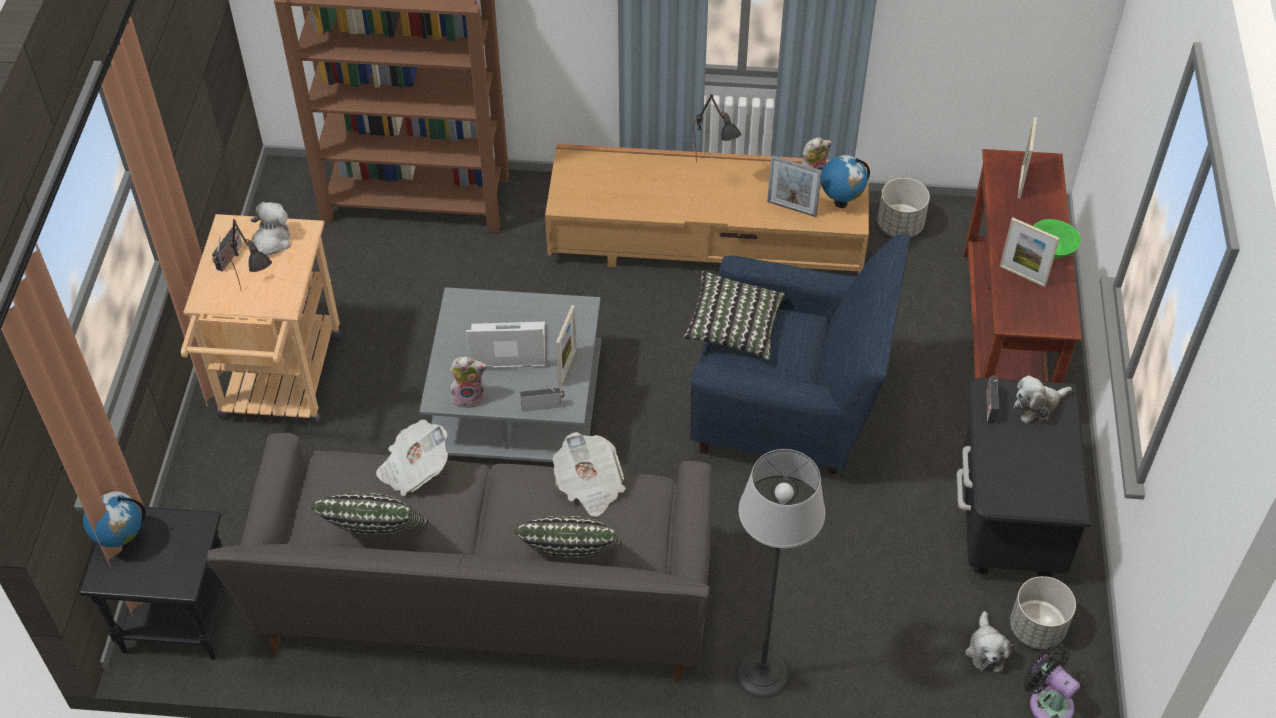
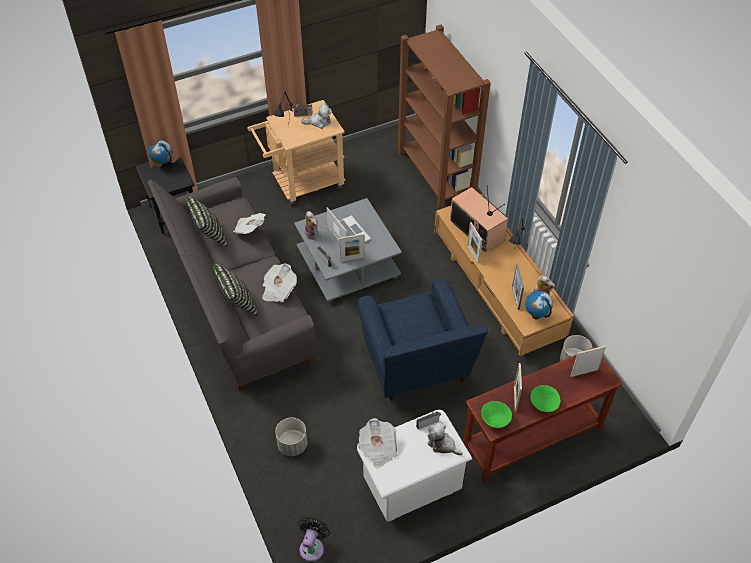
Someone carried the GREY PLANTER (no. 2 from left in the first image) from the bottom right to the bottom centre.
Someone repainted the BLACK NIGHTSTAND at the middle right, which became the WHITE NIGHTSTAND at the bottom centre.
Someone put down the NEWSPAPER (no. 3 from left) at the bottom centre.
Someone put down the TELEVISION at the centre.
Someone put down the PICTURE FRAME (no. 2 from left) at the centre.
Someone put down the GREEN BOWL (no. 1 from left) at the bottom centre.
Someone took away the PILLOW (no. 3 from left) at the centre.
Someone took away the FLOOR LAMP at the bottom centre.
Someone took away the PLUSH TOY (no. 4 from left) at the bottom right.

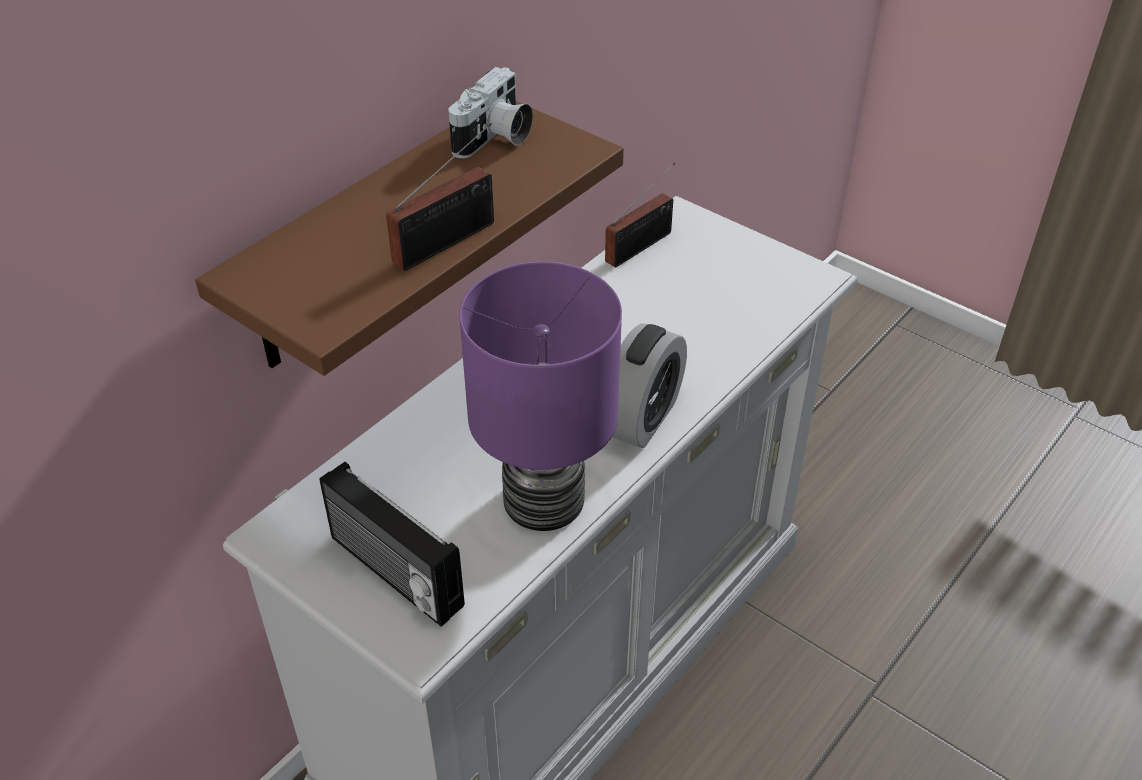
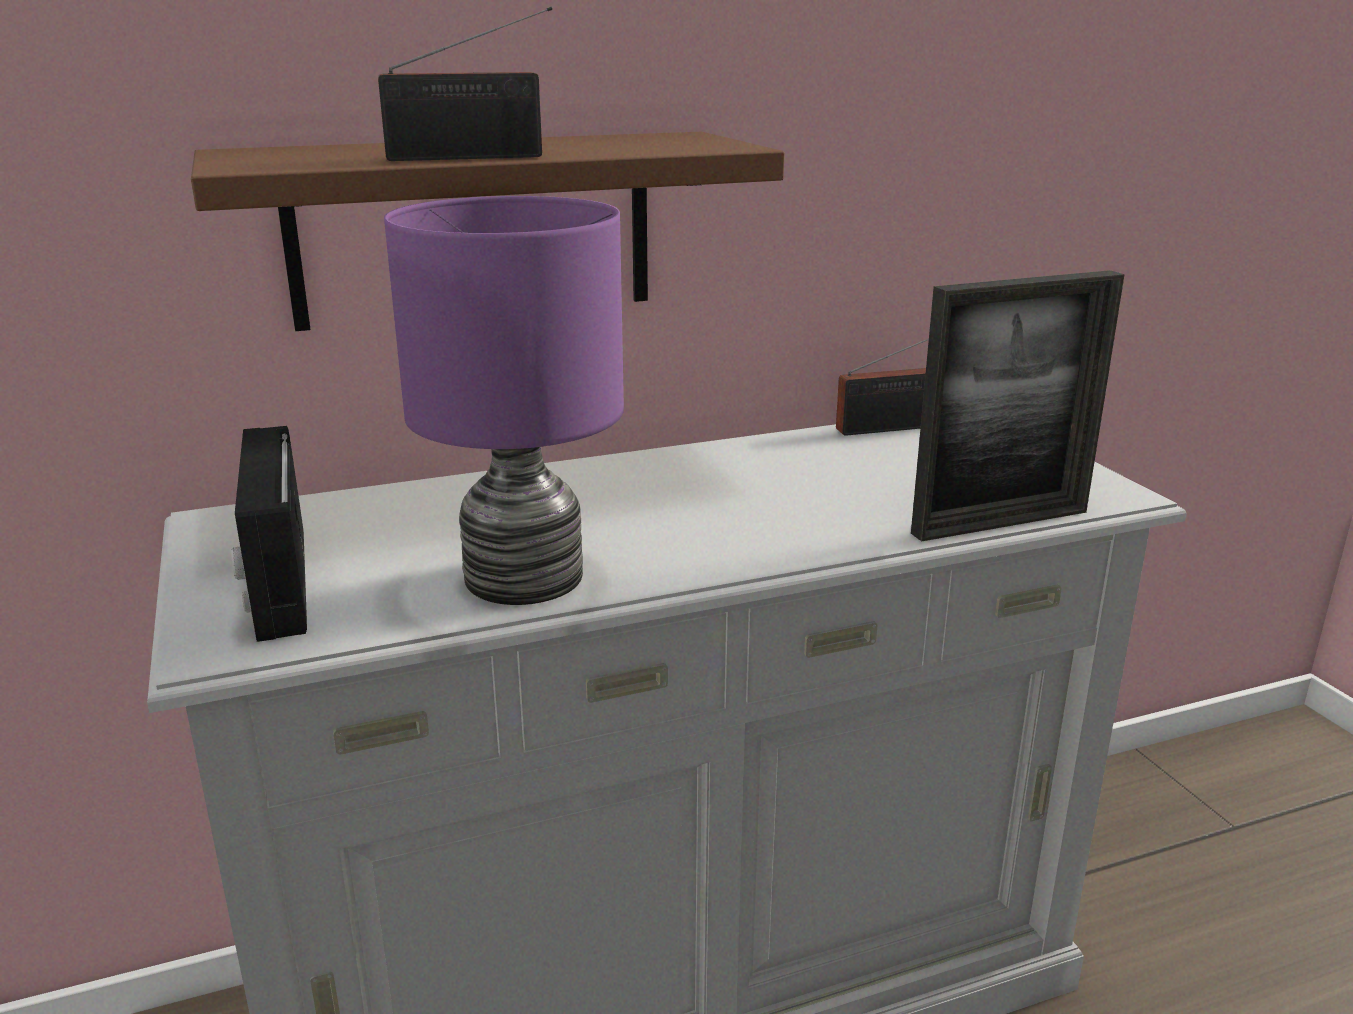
Someone put down the PICTURE FRAME at the middle right.
Someone took away the PHOTO CAMERA at the top centre.
Someone took away the ALARM CLOCK at the centre.

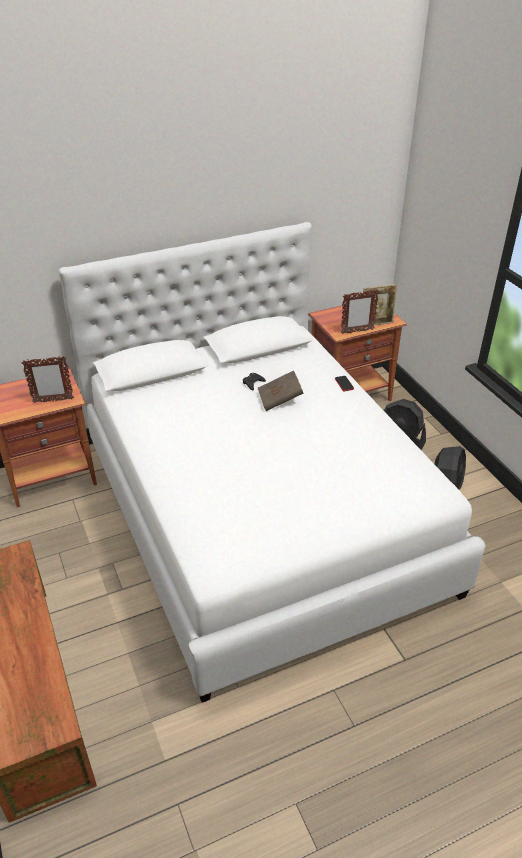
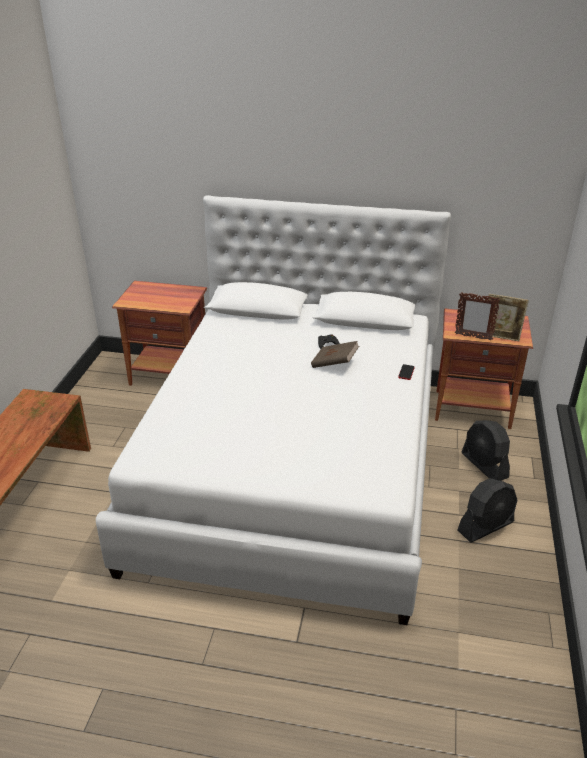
Someone took away the PICTURE FRAME (no. 1 from left) at the middle left.

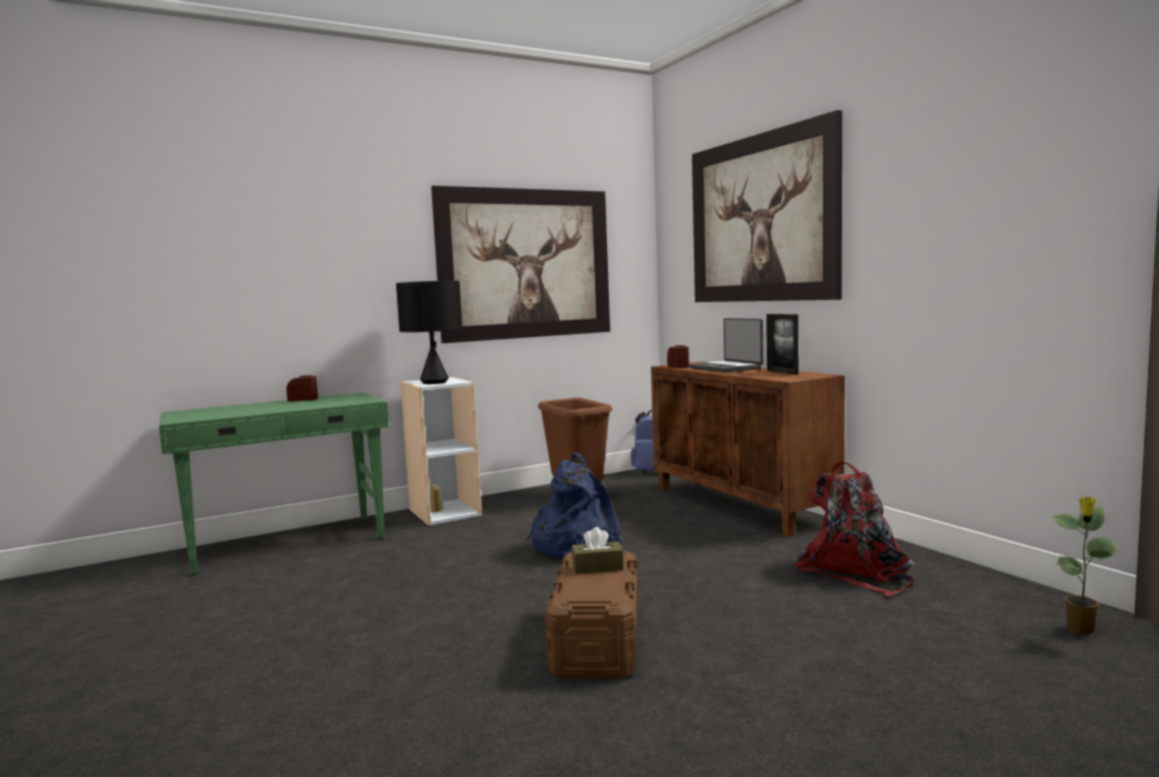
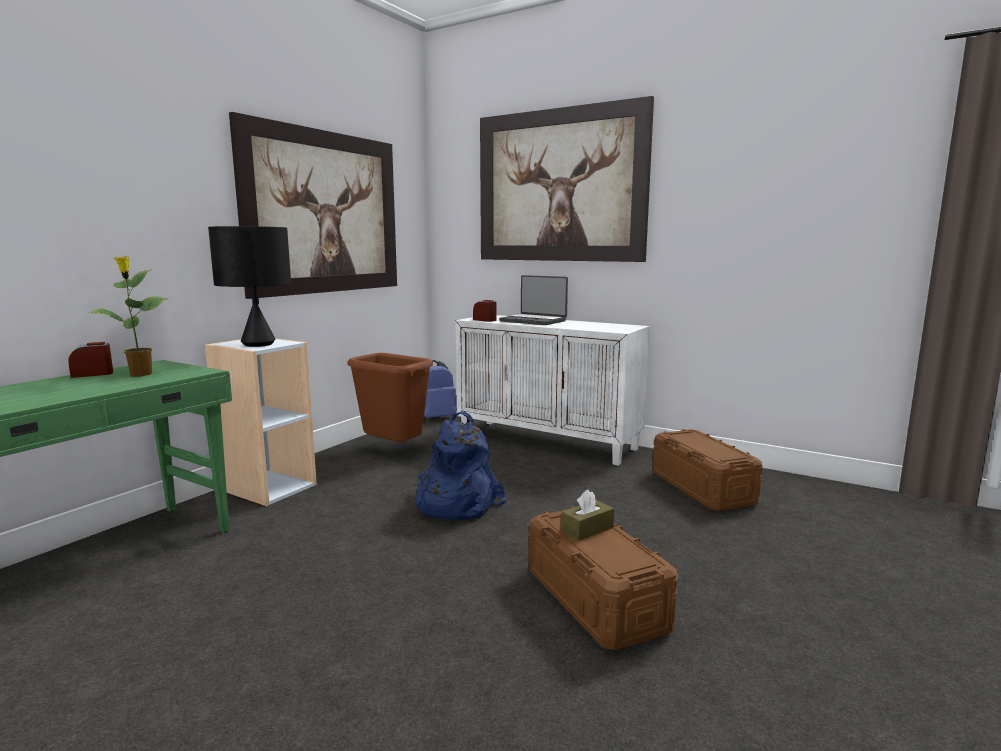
Someone carried the POTTED PLANT from the bottom right to the middle left.
Someone repainted the BROWN CABINET at the centre, which became the WHITE CABINET at the centre.
Someone swapped the RED BACKPACK at the bottom right for the BROWN STORAGE BOX (no. 2 from left) at the middle right.
Someone took away the PICTURE FRAME at the middle right.

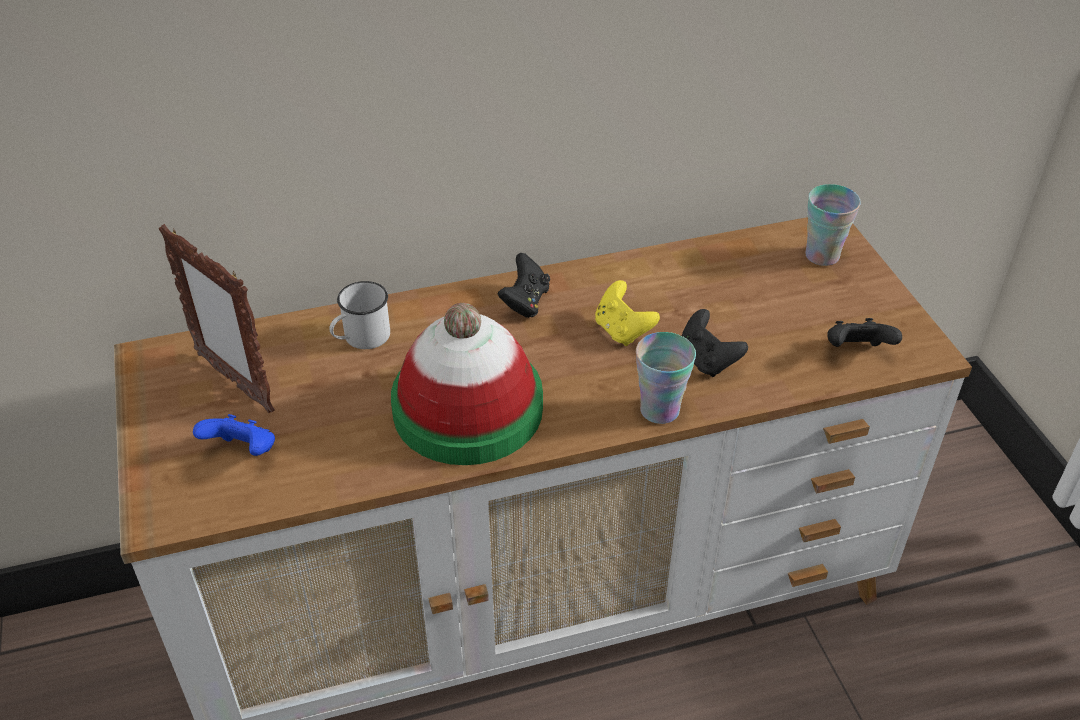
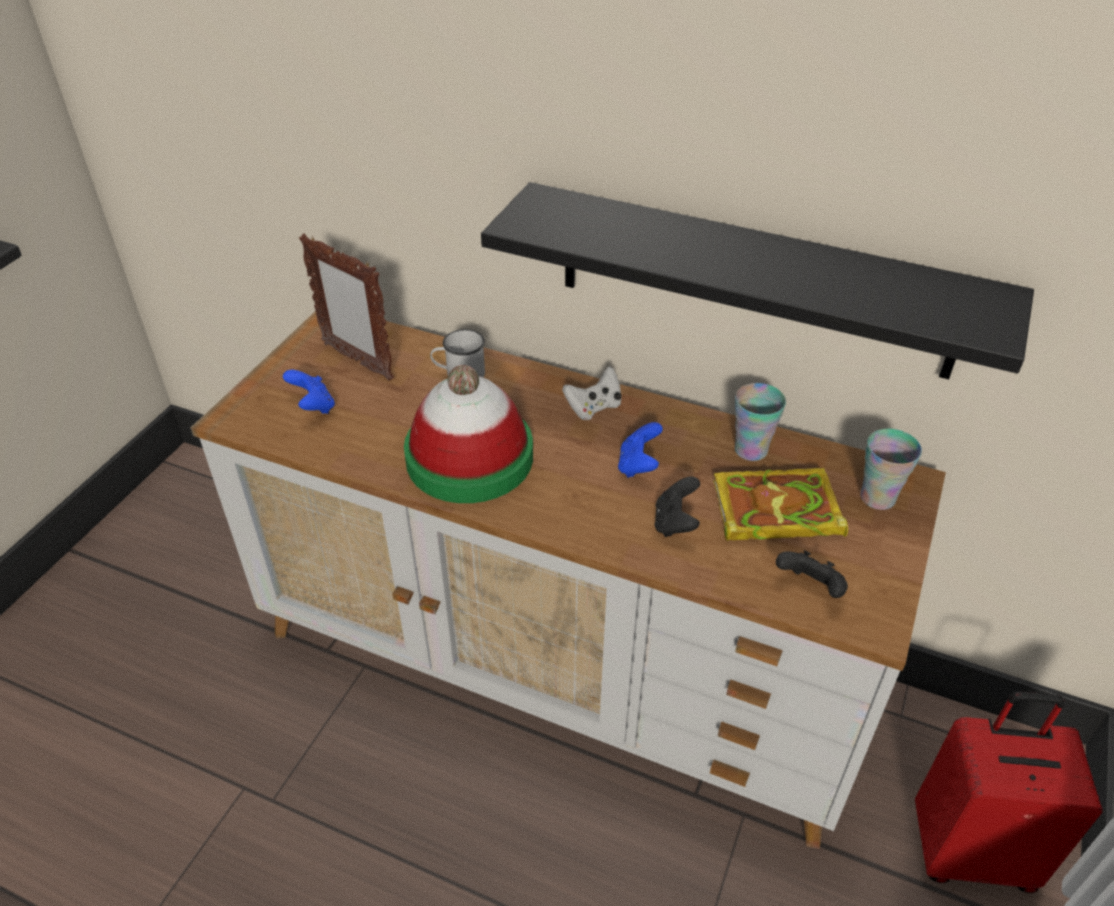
Someone rotated the PICTURE FRAME at the middle left by 45 degrees counterclockwise.
Someone put up the BLACK SHELF at the top right.
Someone repainted the BLACK GAME CONTROLLER (no. 1 from left) at the centre, which became the WHITE GAME CONTROLLER at the centre.
Someone repainted the YELLOW GAME CONTROLLER at the centre, which became the BLUE GAME CONTROLLER (no. 2 from left) at the centre.
Someone put down the BOOK at the middle right.
Someone carried the CUP (no. 1 from left) from the centre to the middle right.
Someone put down the RED SUITCASE at the bottom right.

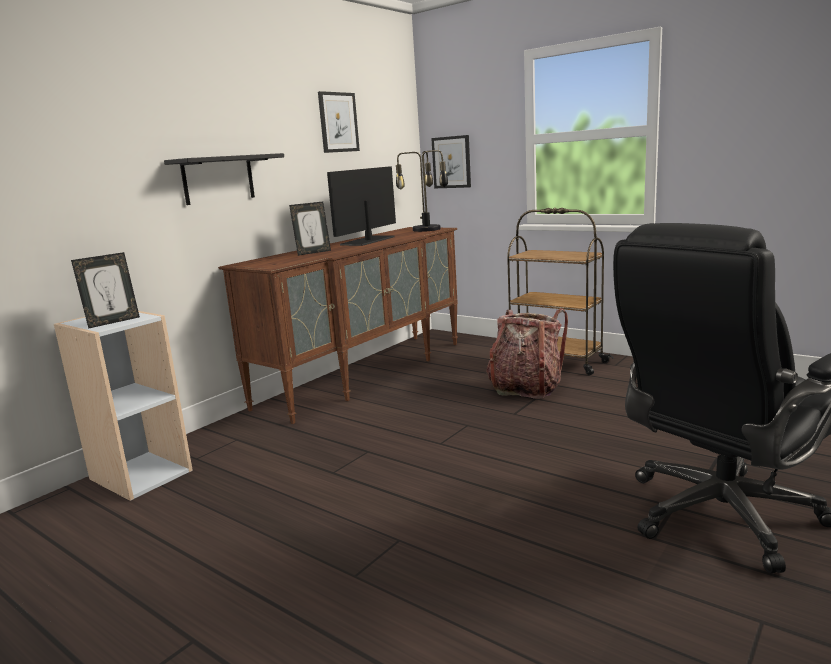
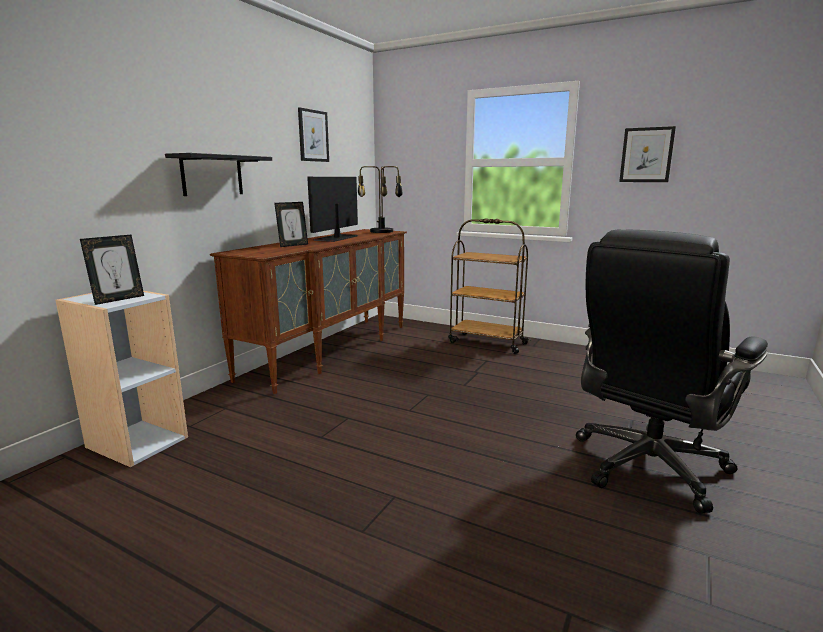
Someone carried the PICTURE (no. 2 from left) from the top centre to the top right.
Someone took away the BACKPACK at the centre.

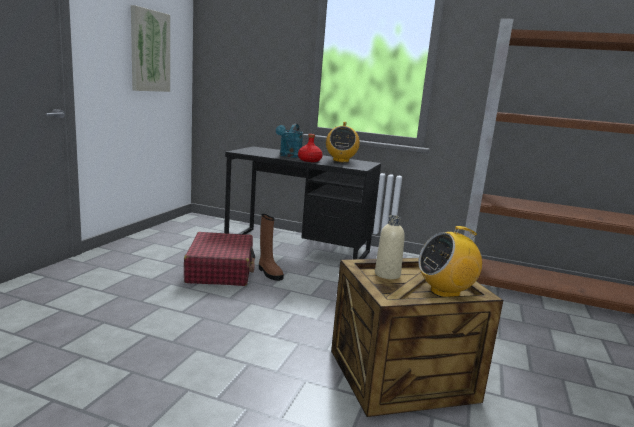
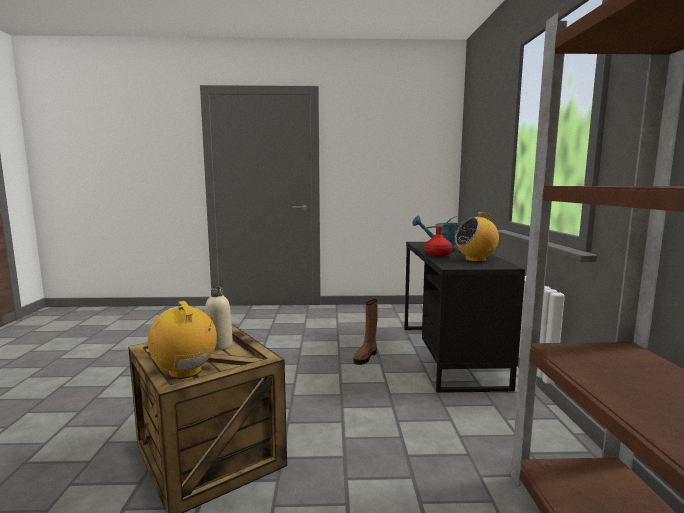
Someone took away the PICTURE at the top left.
Someone took away the RED SUITCASE at the centre.

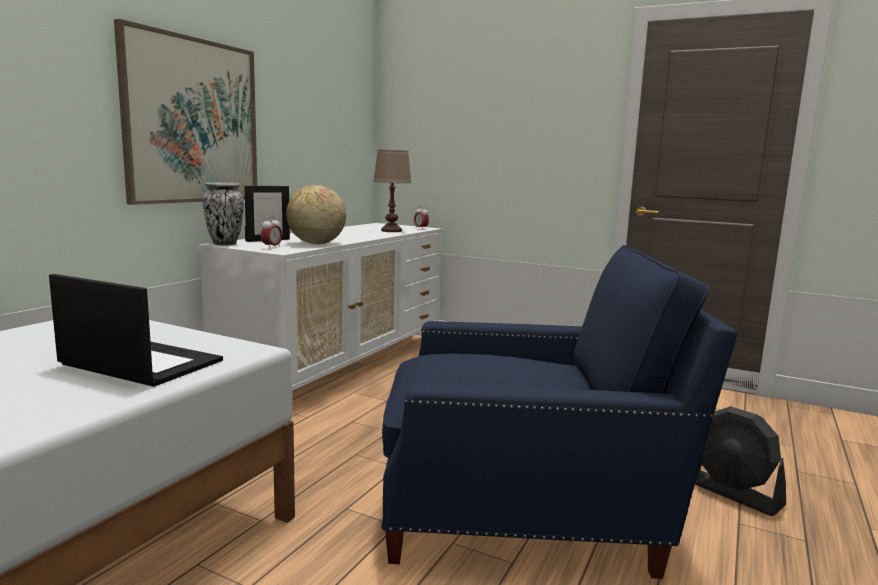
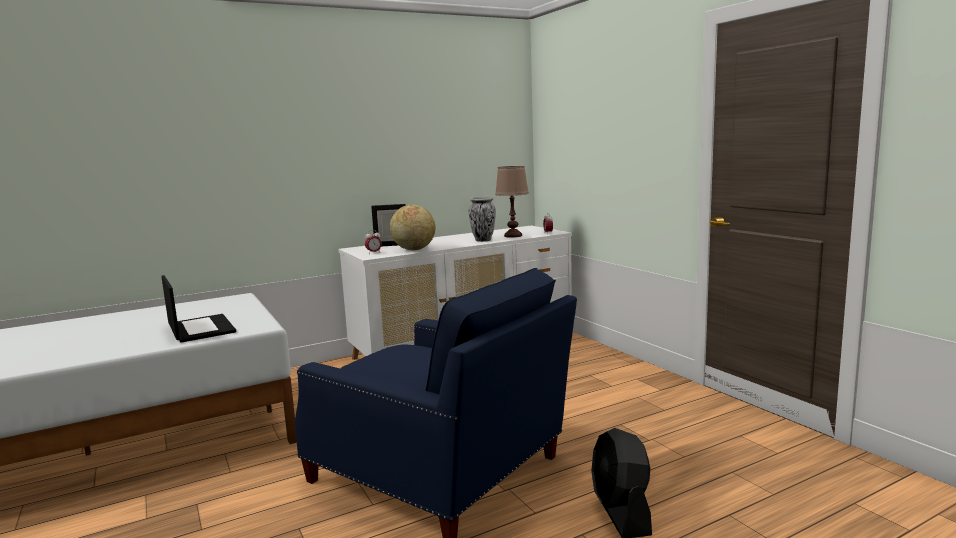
Someone carried the VASE from the middle left to the centre.
Someone took away the PICTURE at the top left.

